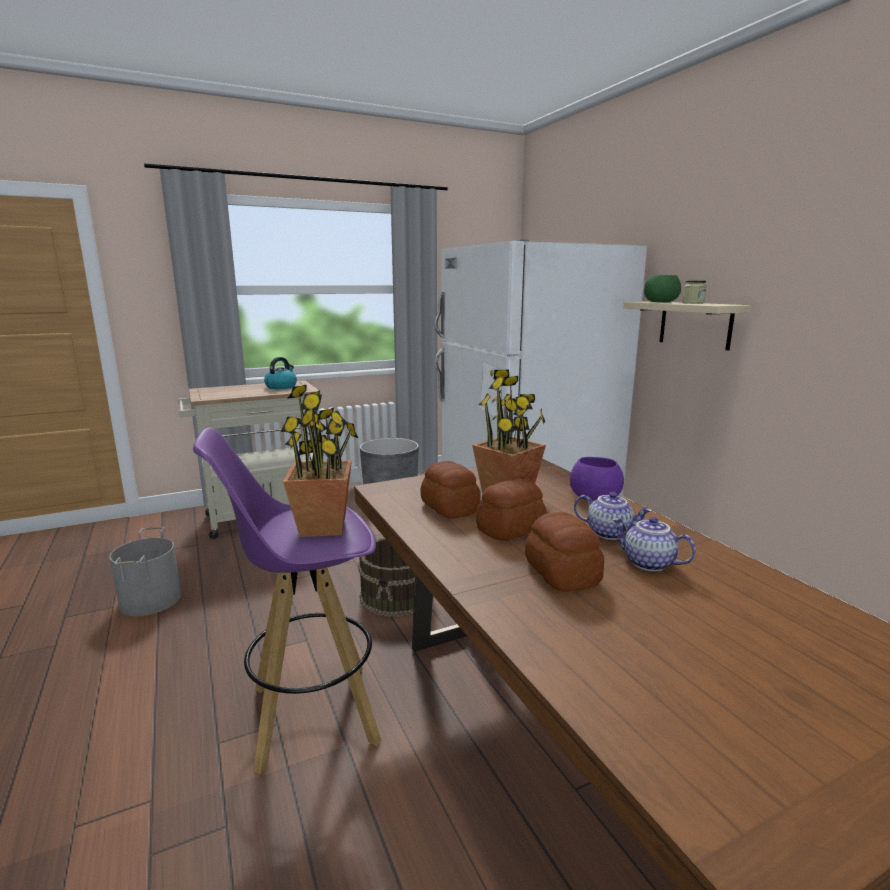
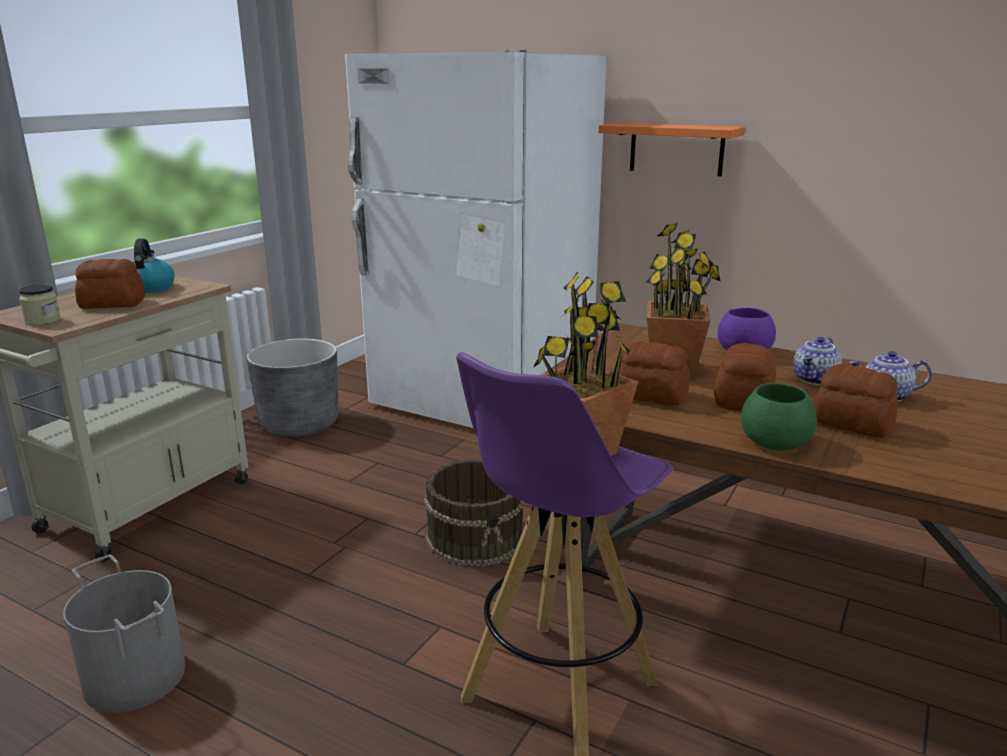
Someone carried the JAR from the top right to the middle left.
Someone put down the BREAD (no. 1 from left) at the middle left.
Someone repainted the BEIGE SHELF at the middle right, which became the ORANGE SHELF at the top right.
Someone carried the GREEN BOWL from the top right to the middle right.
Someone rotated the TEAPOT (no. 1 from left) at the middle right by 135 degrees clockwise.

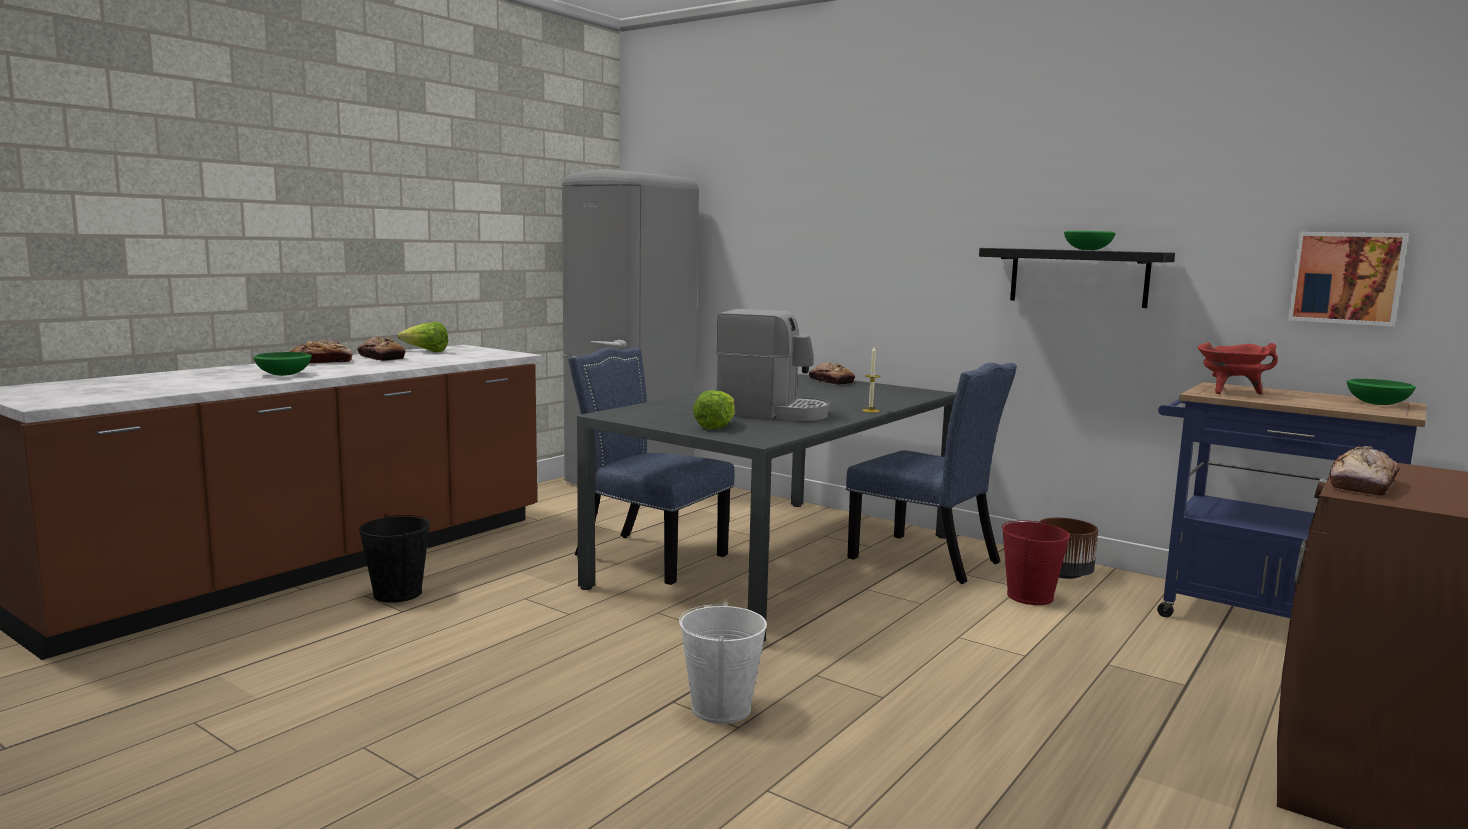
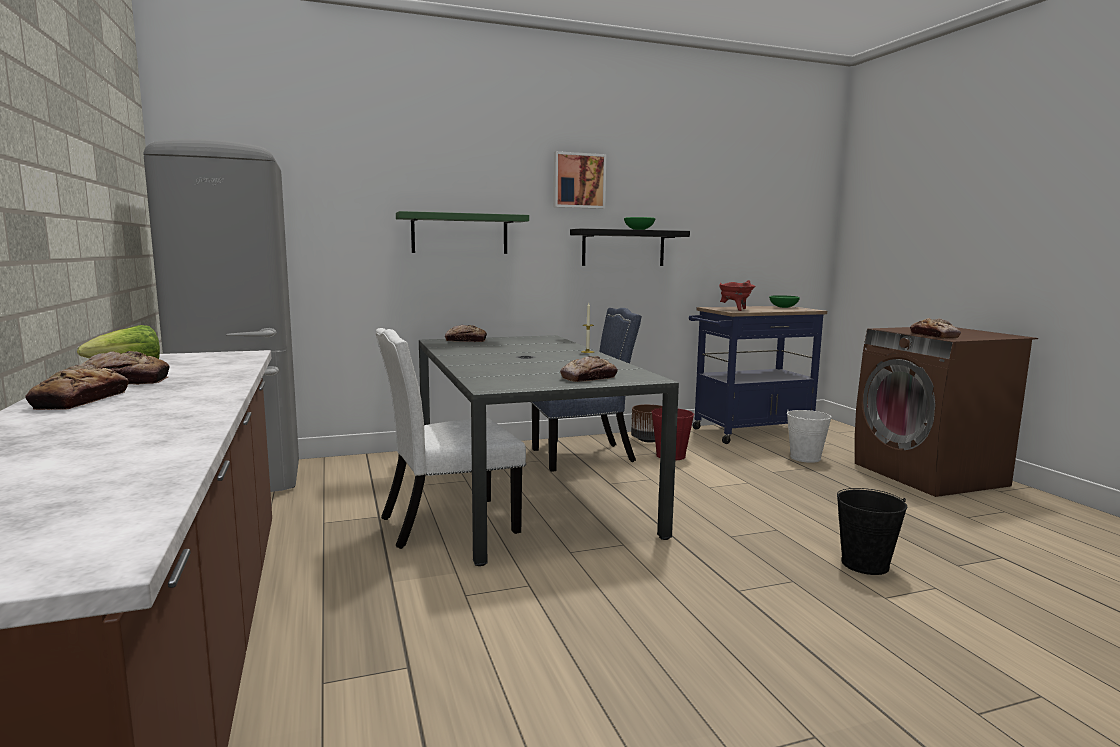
Someone repainted the BLUE CHAIR (no. 1 from left) at the centre, which became the WHITE CHAIR at the centre.
Someone put up the GREEN SHELF at the top centre.
Someone carried the PICTURE from the middle right to the top centre.
Someone swapped the LETTUCE (no. 2 from left) at the centre for the BREAD (no. 4 from left) at the centre.
Someone carried the WHITE BUCKET from the bottom centre to the middle right.
Someone carried the BLACK BUCKET from the bottom left to the bottom right.
Someone took away the GREEN BOWL (no. 1 from left) at the middle left.
Someone took away the COFFEE MACHINE at the centre.

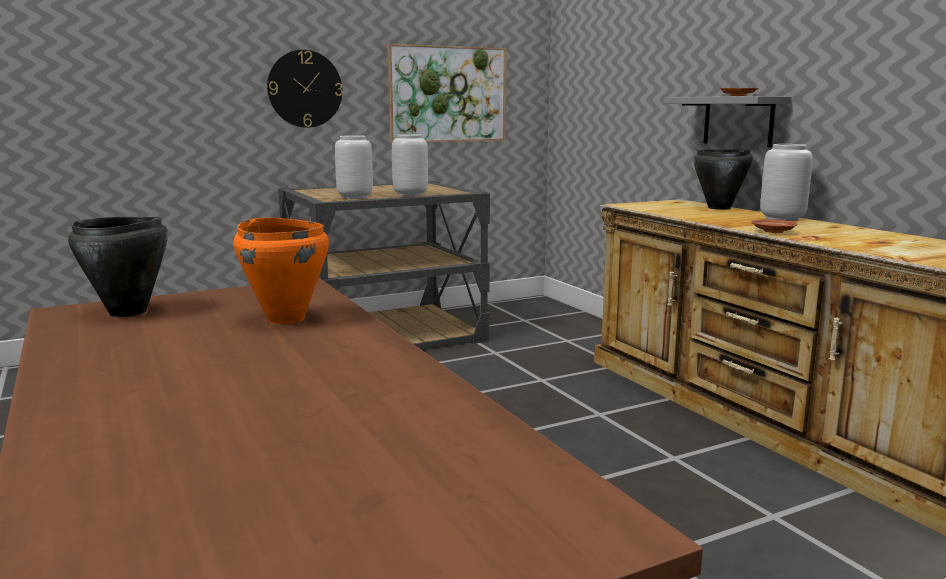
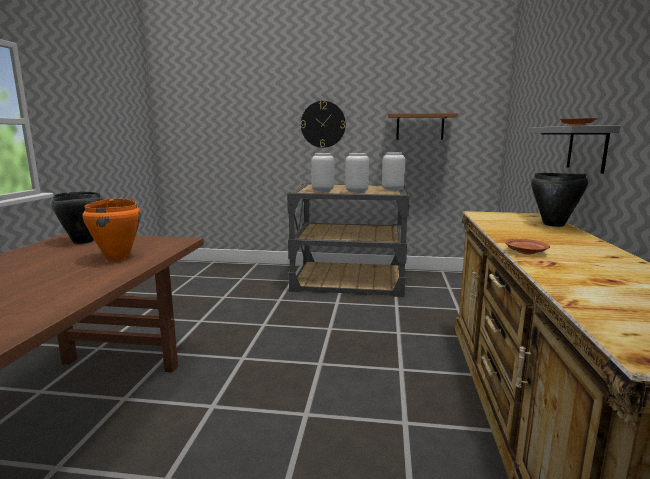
Someone carried the GREY VASE (no. 3 from left) from the top right to the centre.
Someone swapped the PICTURE at the top centre for the BROWN SHELF at the top centre.

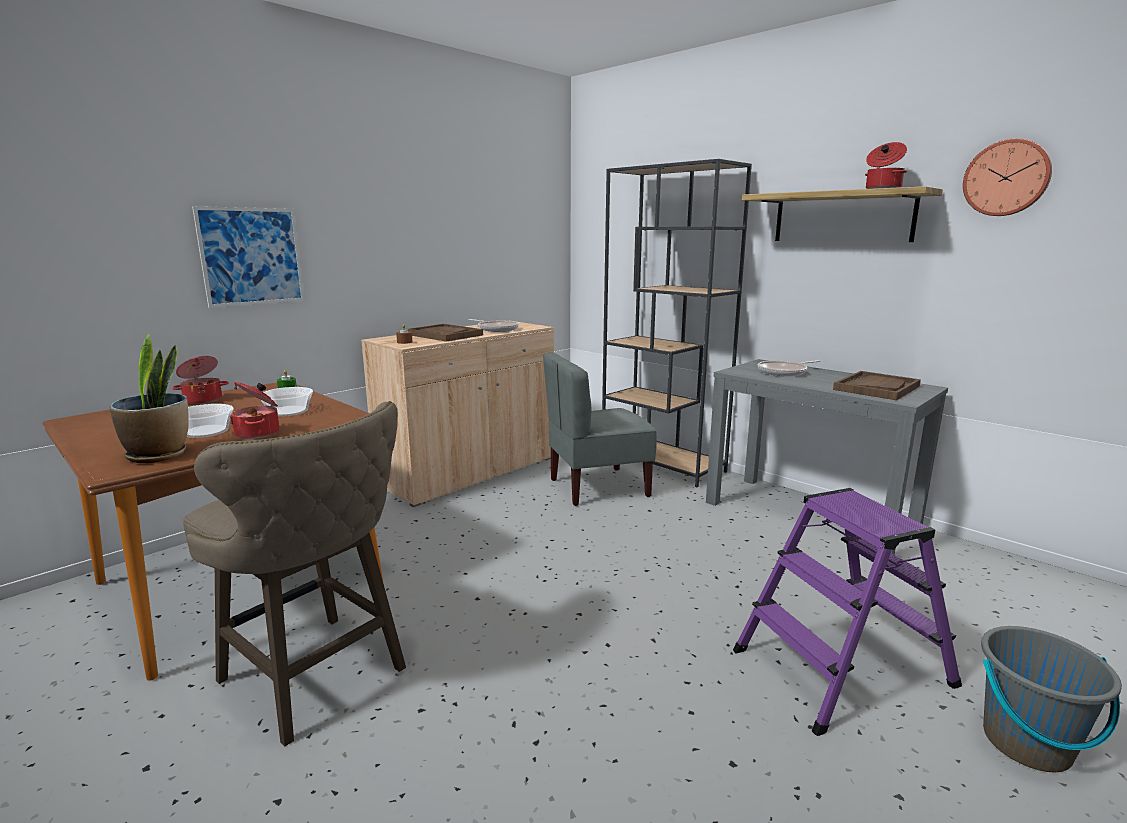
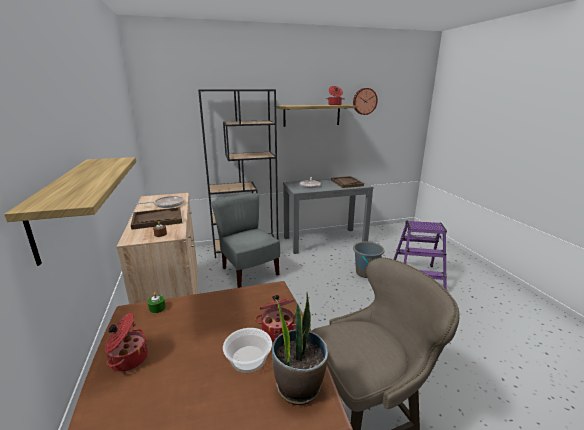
Someone swapped the PICTURE at the top left for the SHELF (no. 1 from left) at the middle left.
Someone rotated the GREY CHAIR at the centre by 135 degrees clockwise.
Someone carried the GREY BUCKET from the bottom right to the centre.
Someone took away the BOWL (no. 2 from left) at the middle left.

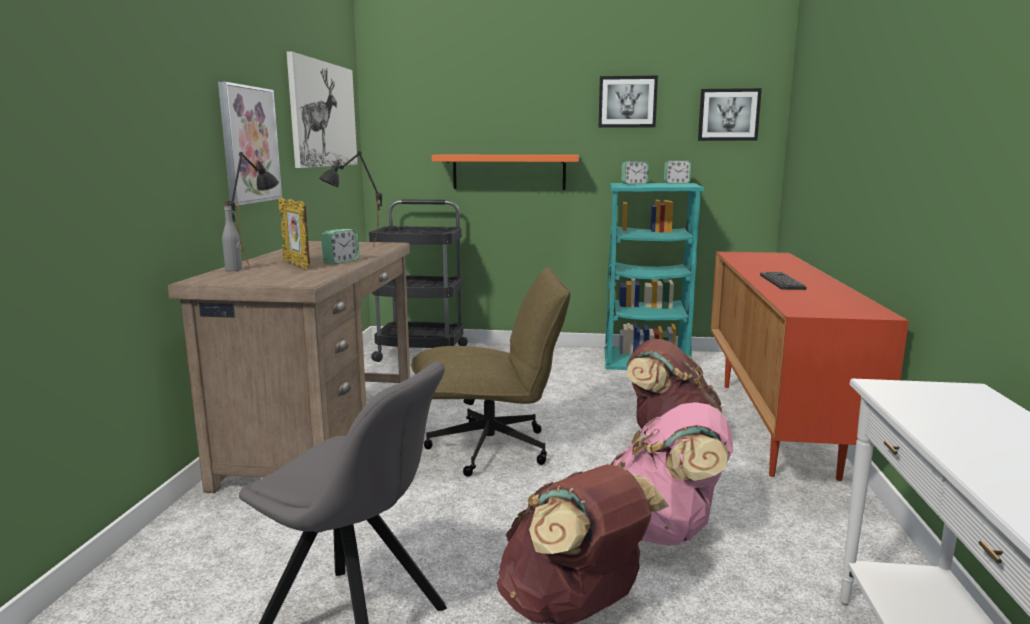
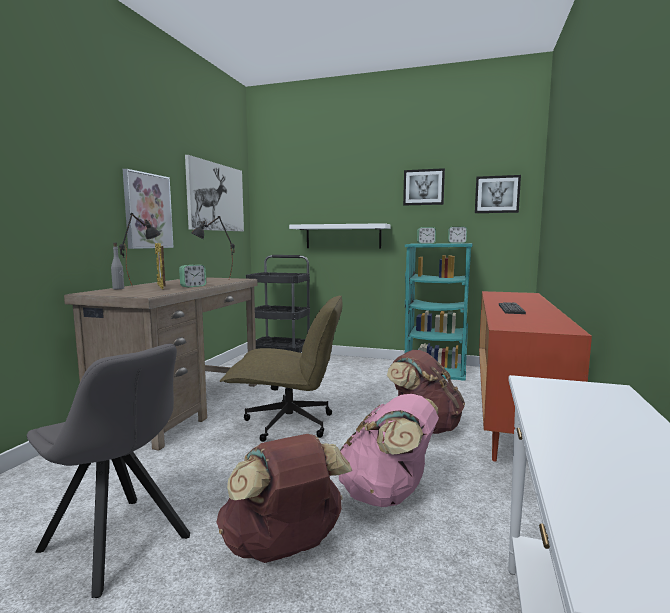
Someone repainted the ORANGE SHELF at the top centre, which became the WHITE SHELF at the centre.

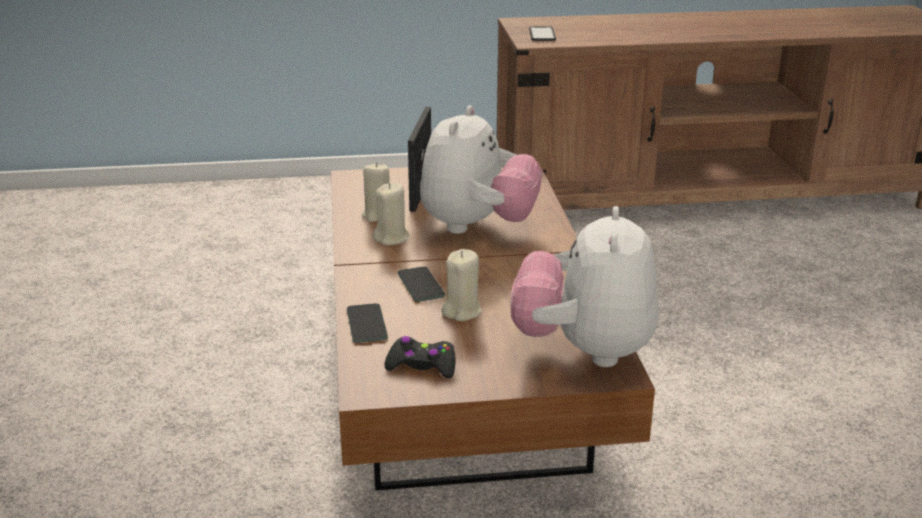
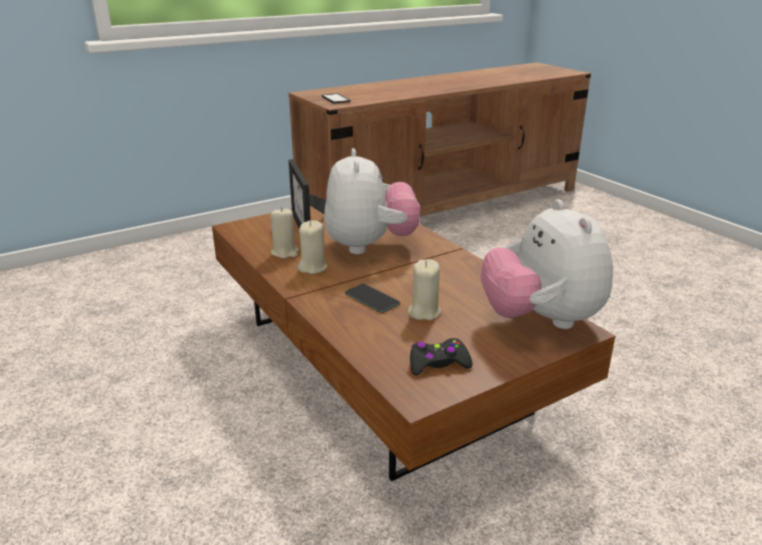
Someone took away the PHONE (no. 1 from left) at the centre.

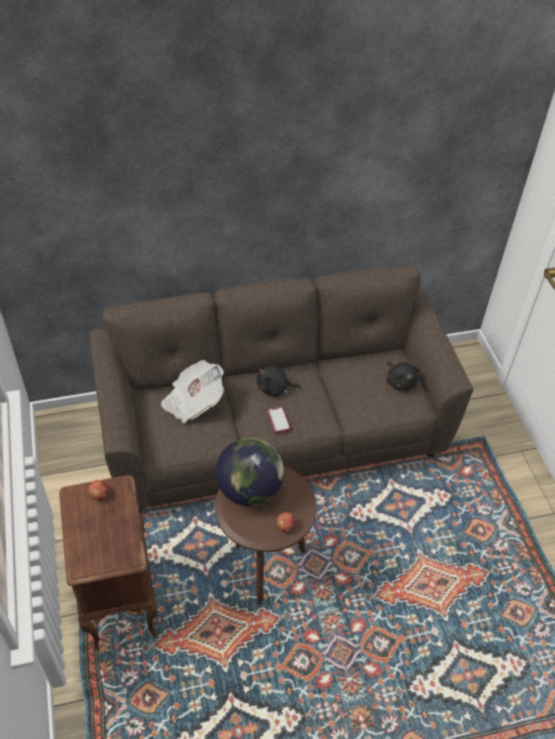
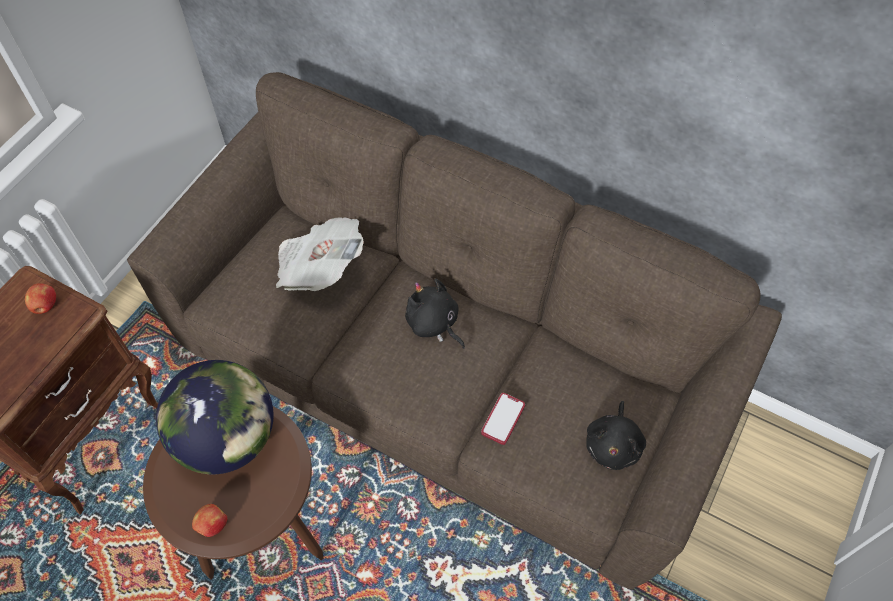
Someone carried the PHONE from the centre to the bottom centre.

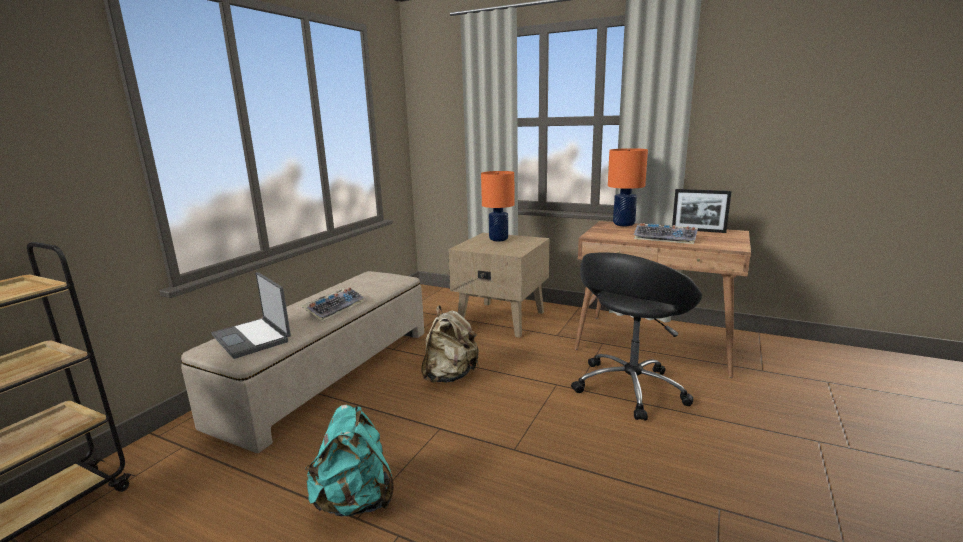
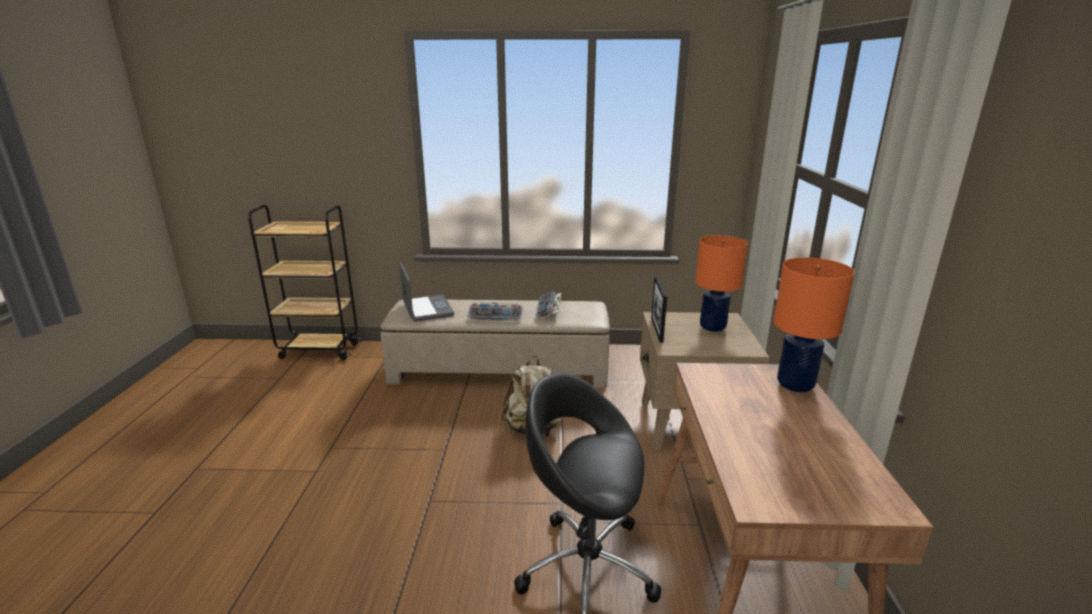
Someone rotated the LAPTOP at the middle left by 135 degrees clockwise.
Someone carried the KEYBOARD (no. 2 from left) from the middle right to the centre.
Someone carried the PICTURE FRAME from the middle right to the centre.
Someone took away the TURQUOISE BACKPACK at the bottom centre.

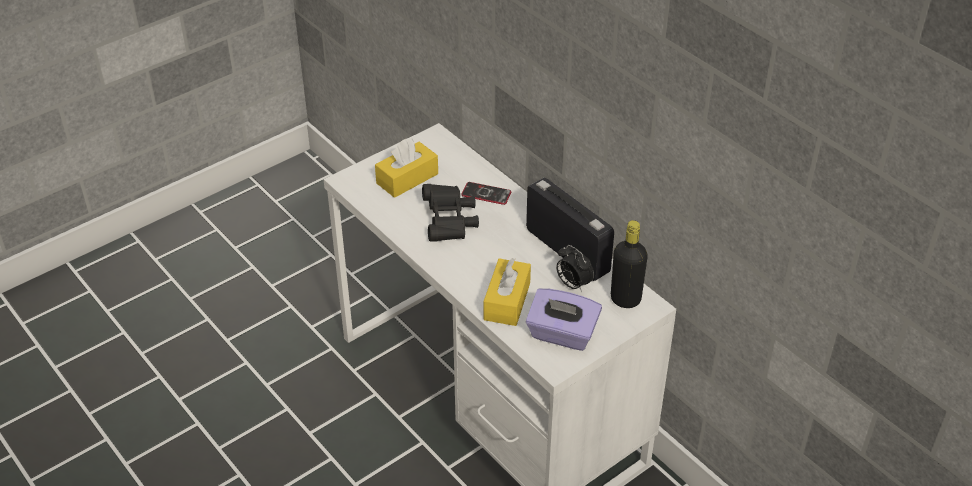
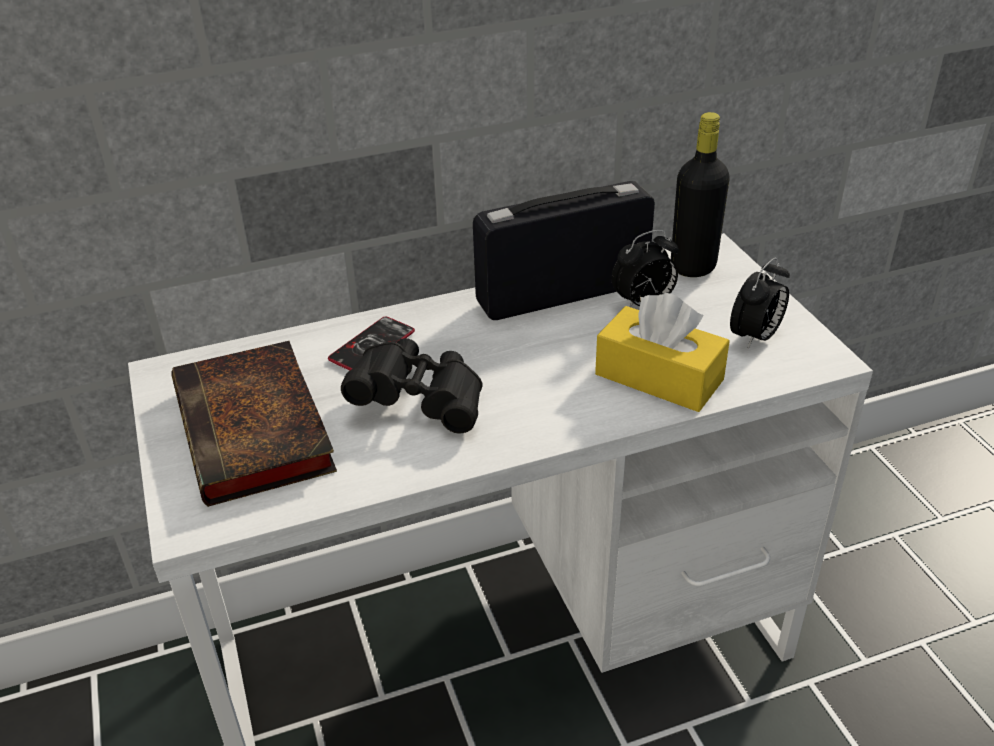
Someone swapped the YELLOW TISSUE BOX (no. 1 from left) at the centre for the BOOK at the middle left.
Someone swapped the PURPLE TISSUE BOX at the centre for the ALARM CLOCK (no. 2 from left) at the middle right.

